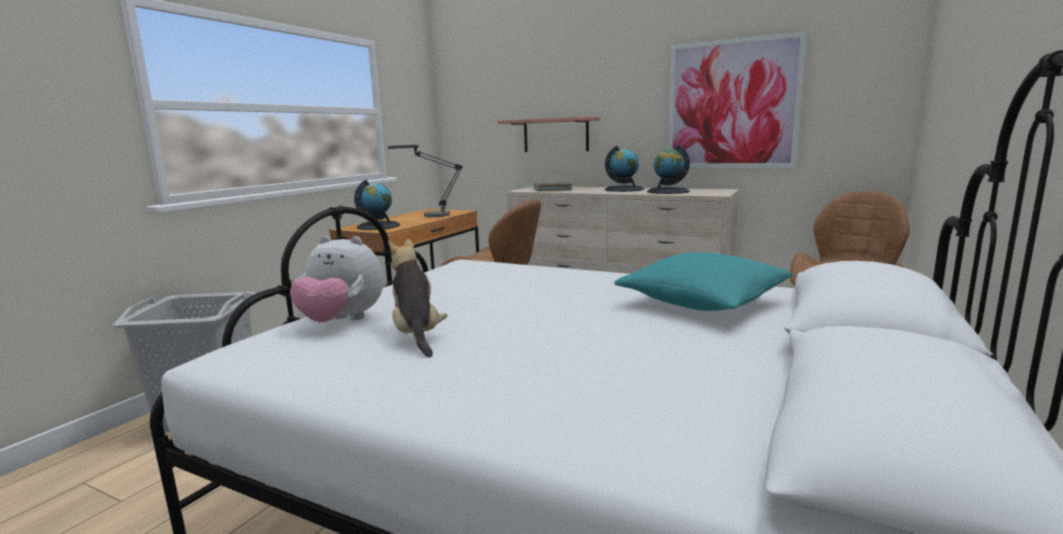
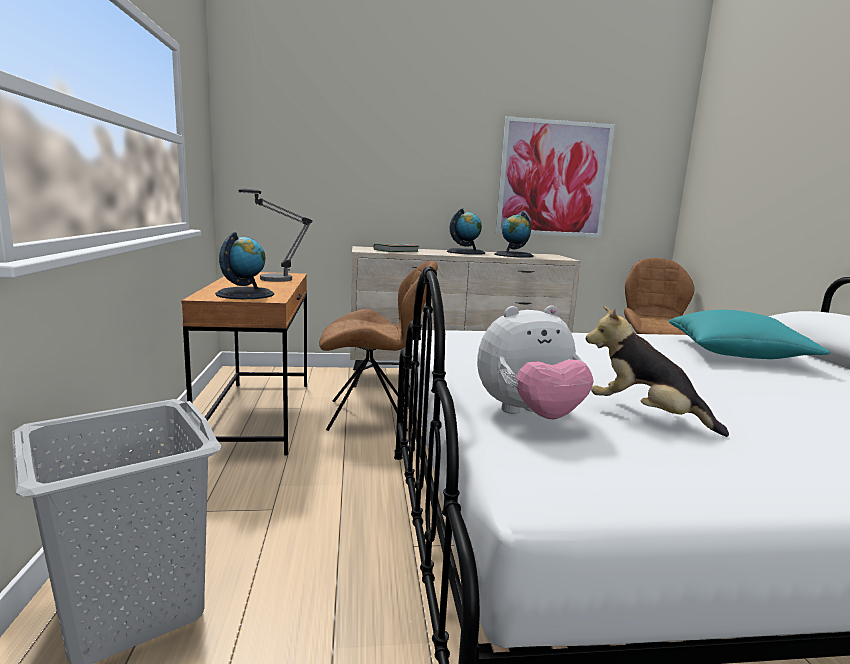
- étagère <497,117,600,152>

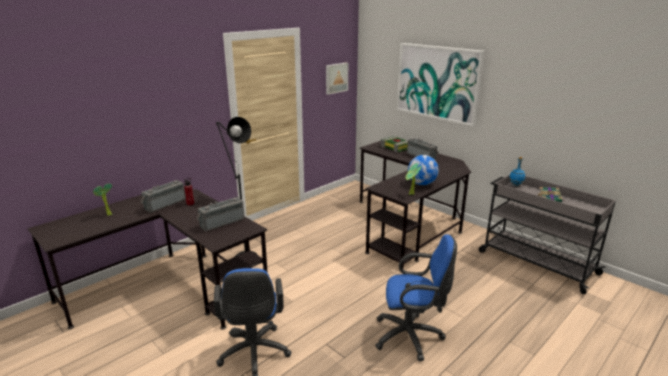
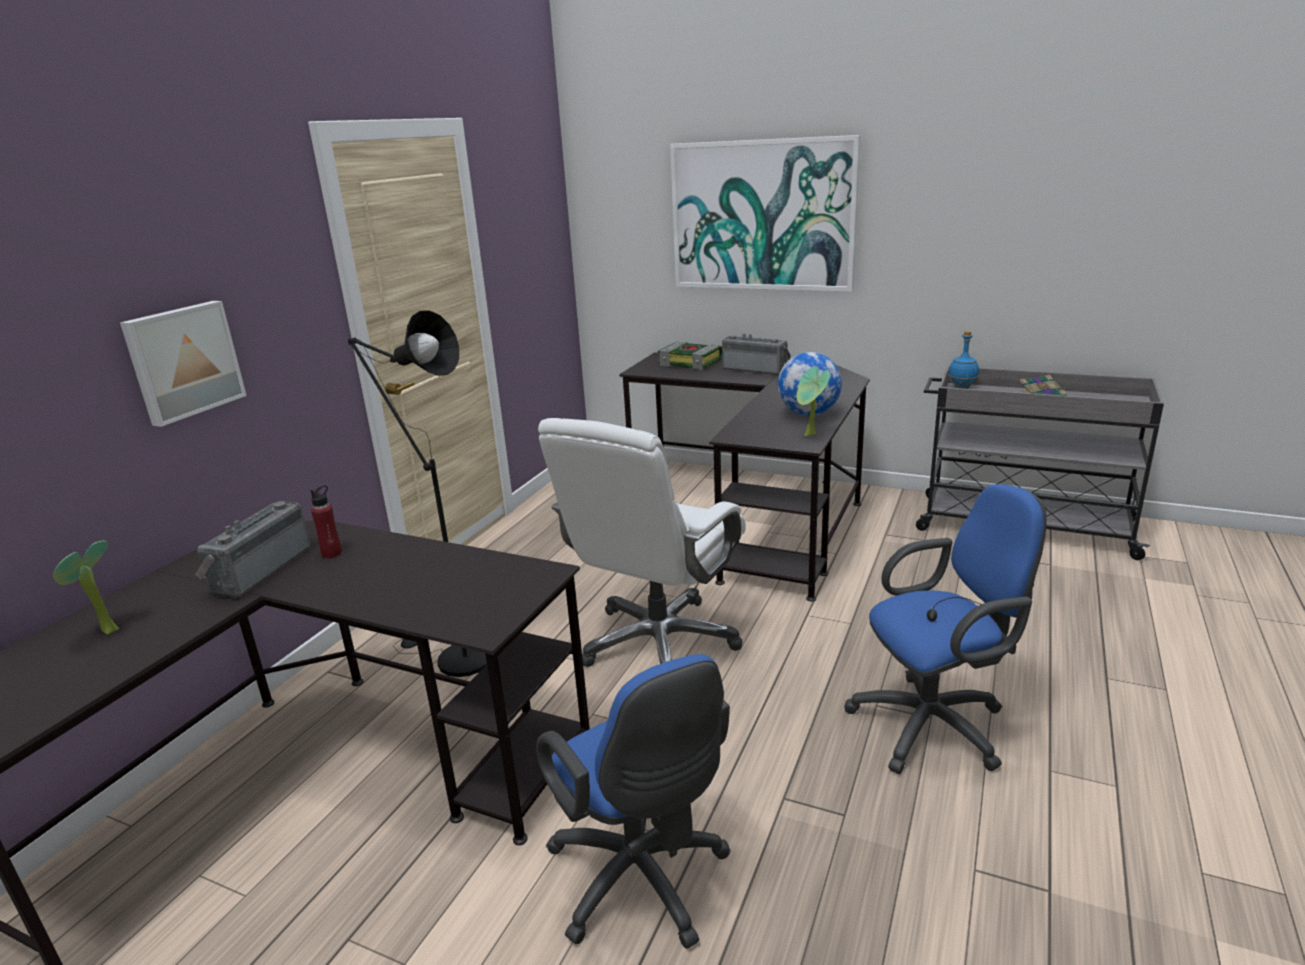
~ tableau <326,63,348,95> to <120,301,247,427>
- radio <196,197,245,231>
+ chaise de bureau/blanc <538,418,746,667>

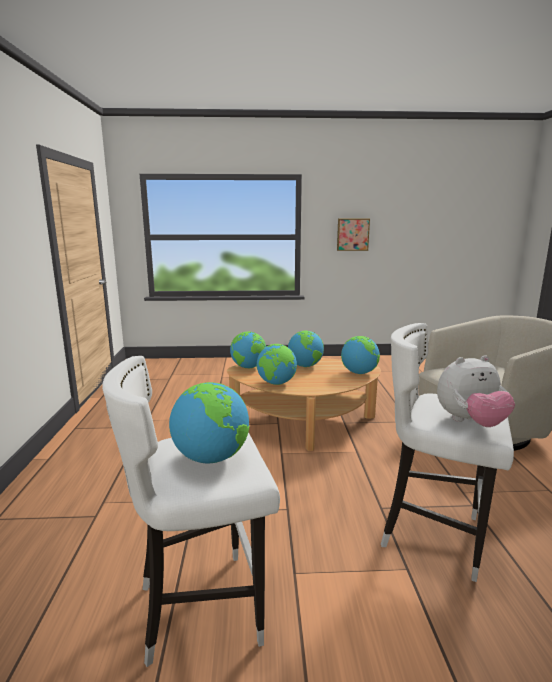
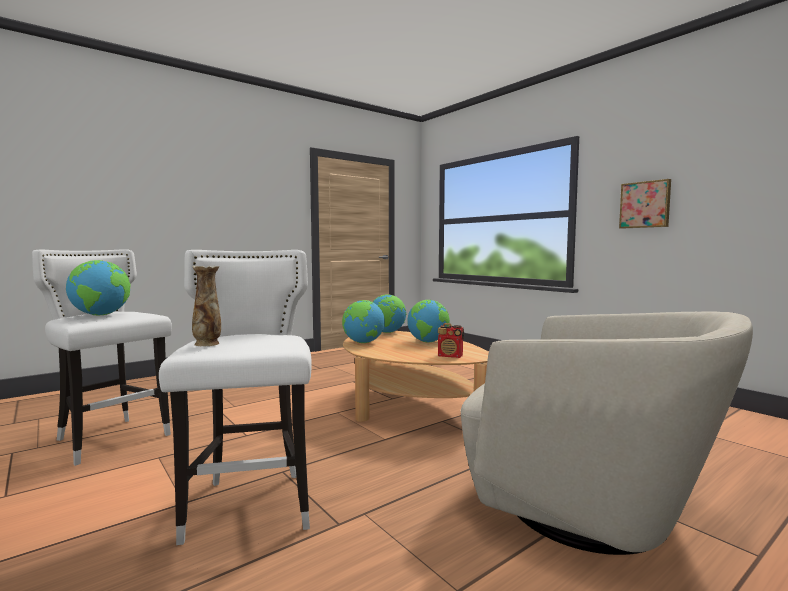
~ globe <341,336,380,374> to radio <438,323,464,358>
~ peluche <437,355,515,427> to vase <192,266,221,346>

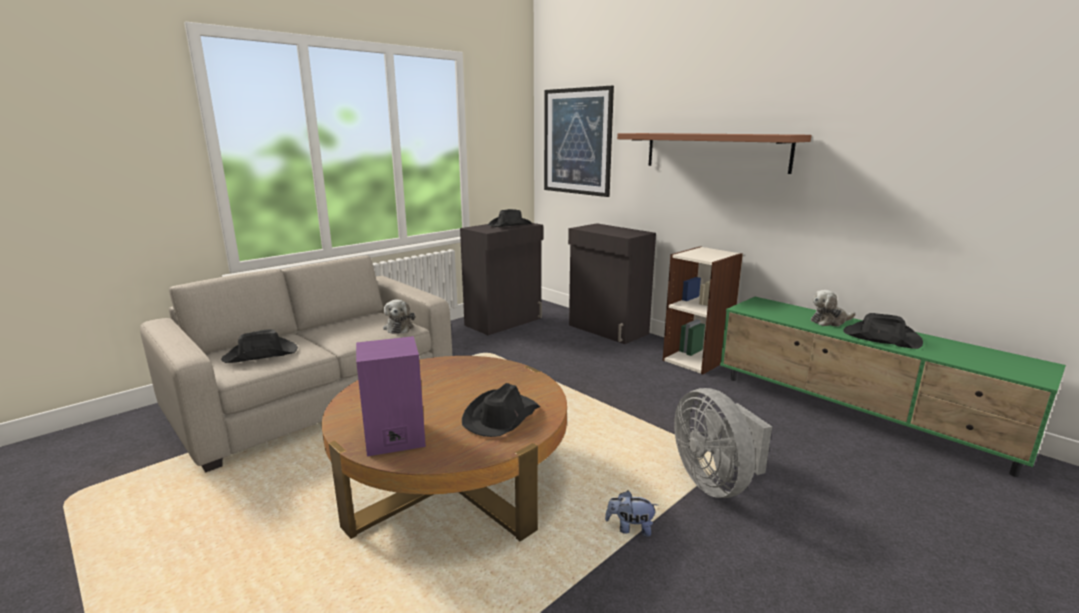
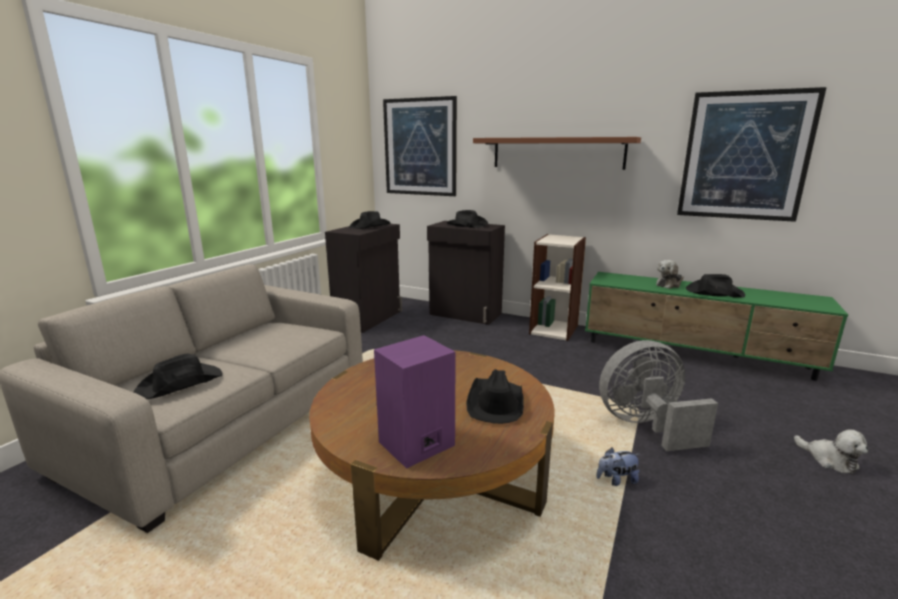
~ peluche <383,299,415,334> to <794,429,868,474>
~ ventilateur/gris <674,388,772,498> = <599,340,718,451> 120 degrees clockwise
+ tableau <677,87,827,222>
+ chapeau/noir <447,210,488,228>

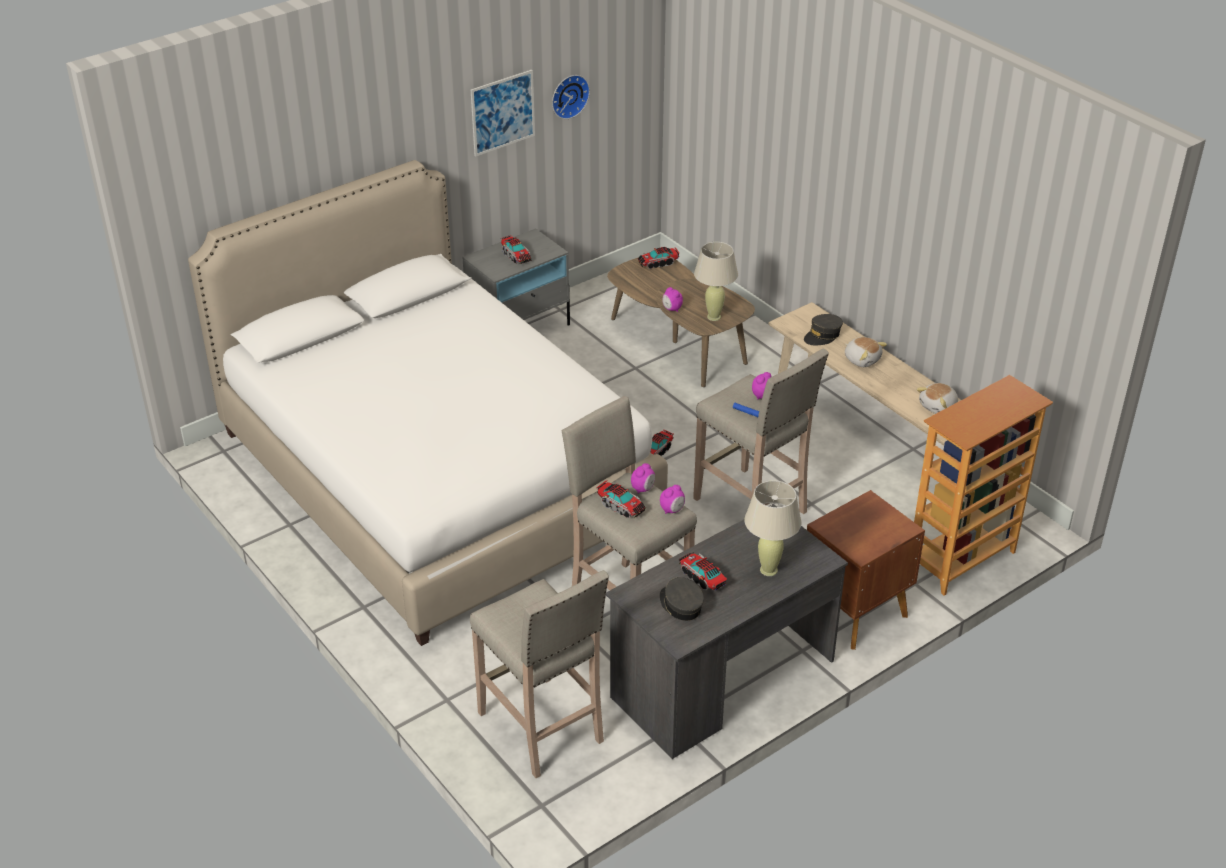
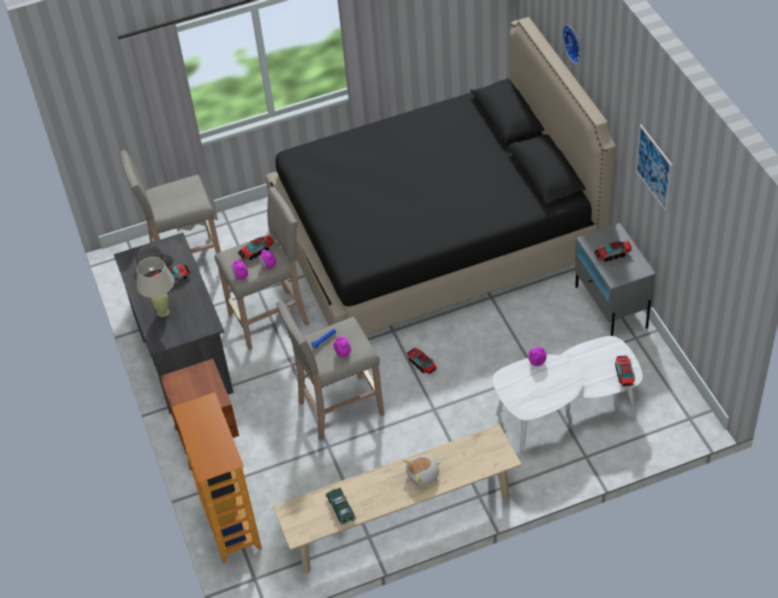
~ horloge murale <552,75,590,119> to <562,25,581,64>
~ lit/blanc <188,160,668,646> to lit/noir <266,17,616,334>
- lampe de table/beige <694,242,738,321>
~ table basse/marron <607,257,755,387> to table basse/blanc <493,336,642,452>
- casquette/gris <804,314,843,346>
~ peluche <916,383,958,414> to petite voiture <325,488,356,525>

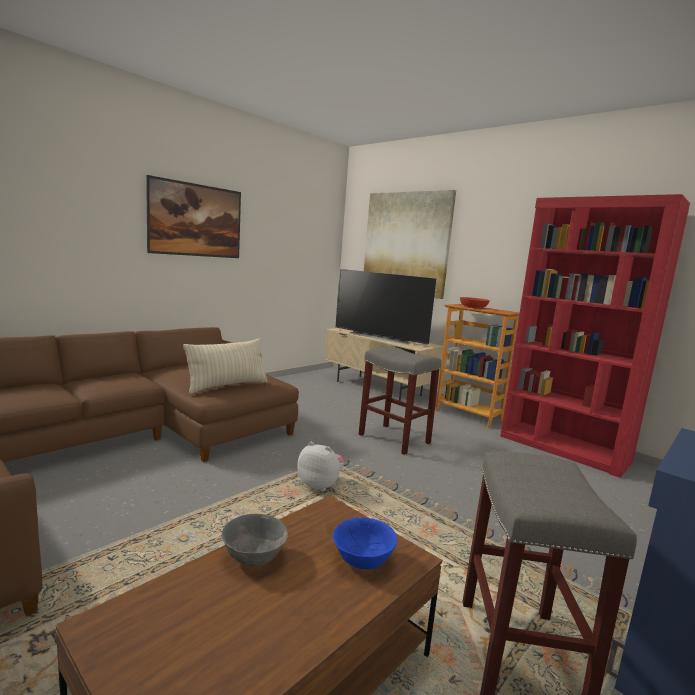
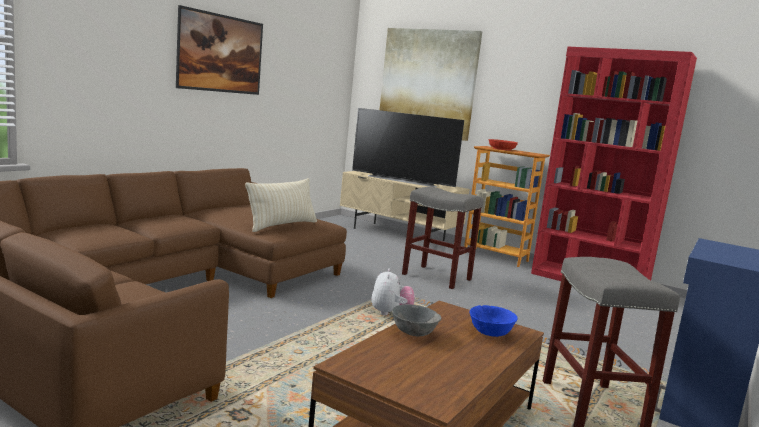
~ peluche <297,442,344,491> = <371,268,415,315> 75 degrees clockwise

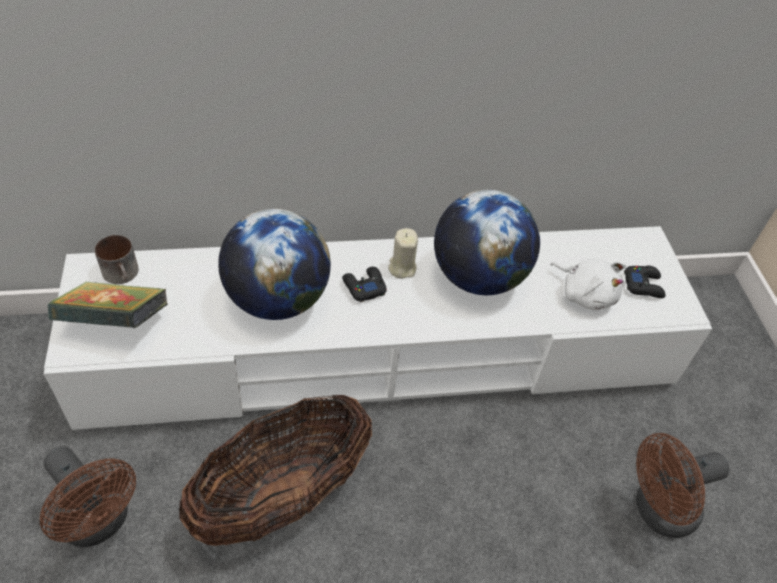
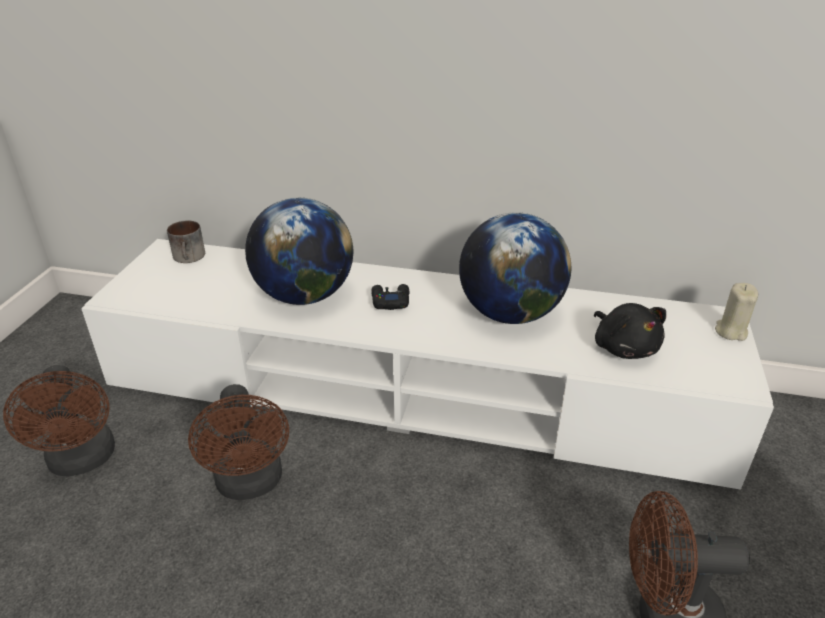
~ bougie/beige <388,228,418,279> to <715,283,758,341>
~ peluche/blanc <550,258,626,310> to peluche/noir <594,303,666,359>
- manette/noir <624,265,665,298>
- livre <48,282,168,328>
~ panier <179,395,372,546> to ventilateur/marron <188,384,289,500>

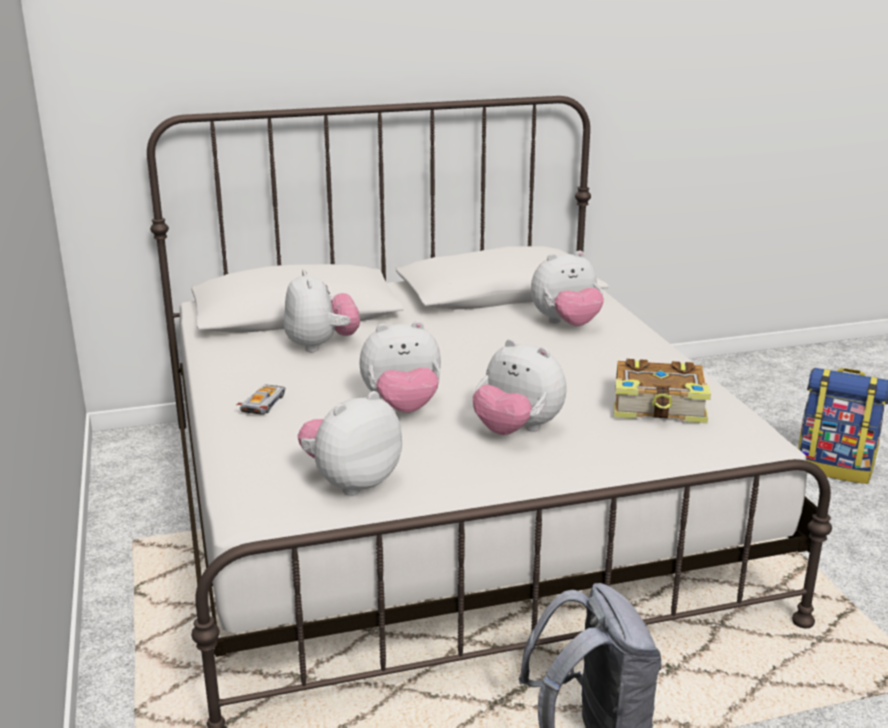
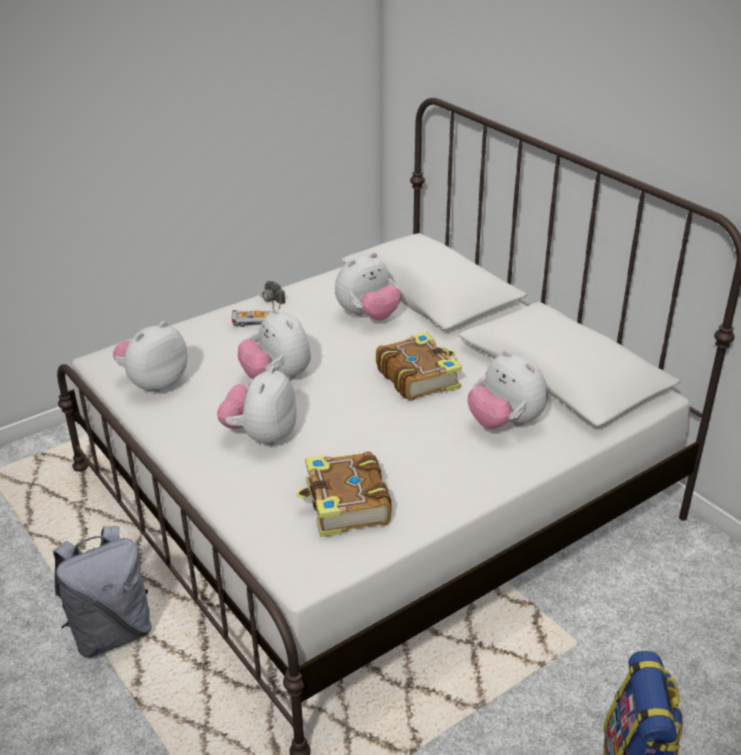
~ peluche <298,391,402,496> = <113,321,188,394> 75 degrees counterclockwise
+ appareil photo <260,281,285,310>
+ livre <376,332,462,401>

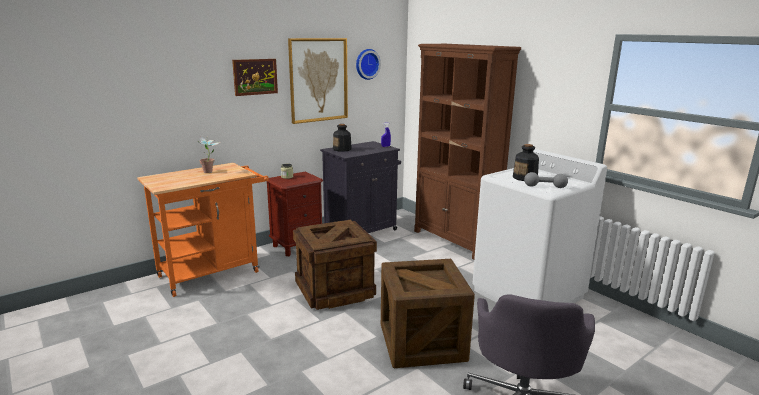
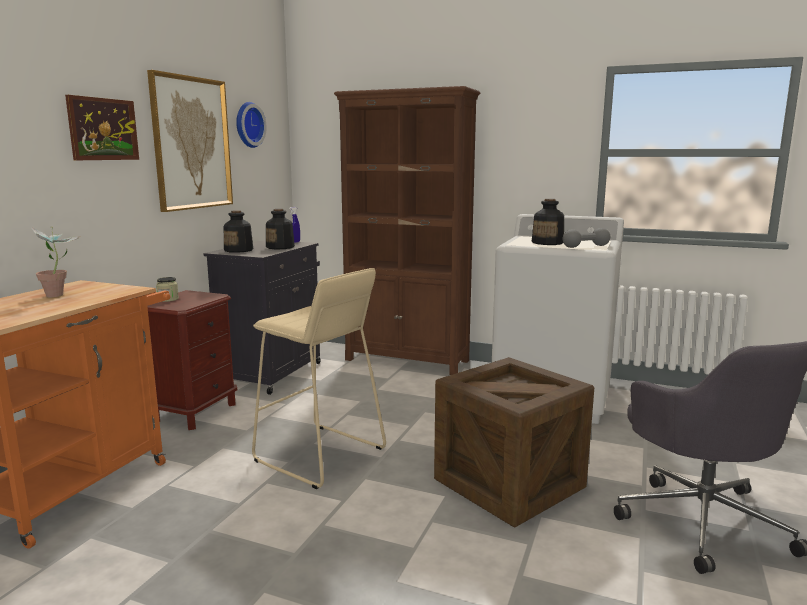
~ caisse <293,220,377,310> to tabouret/beige <252,268,386,489>
+ bouteille <266,209,295,249>

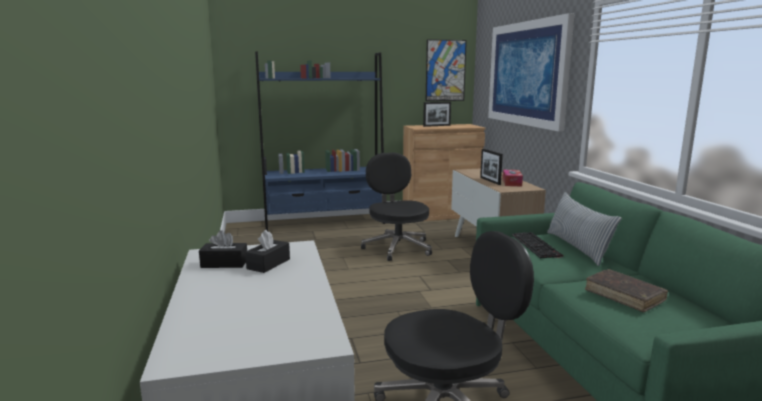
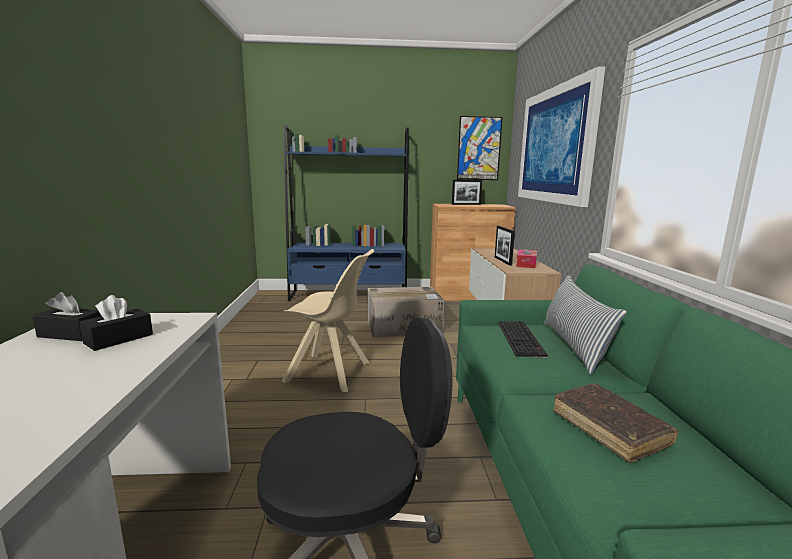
~ chaise de bureau/noir <361,152,432,261> to carton <368,287,444,337>
+ chaise/beige <282,249,374,392>

